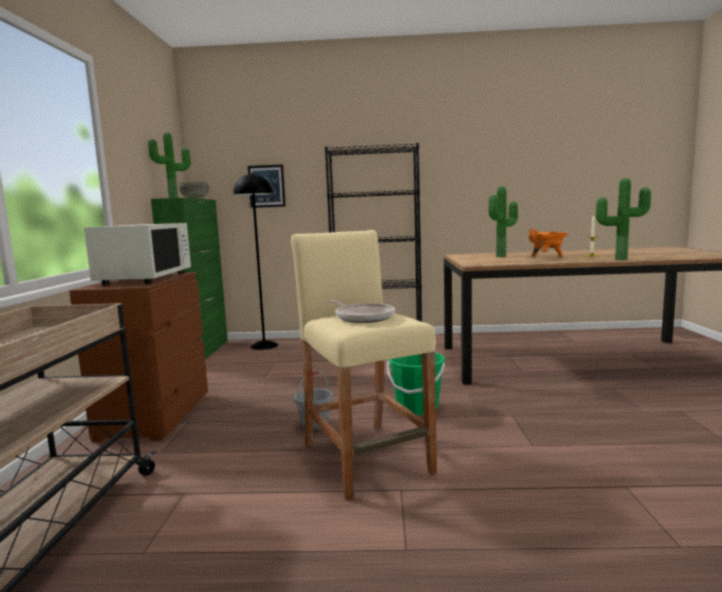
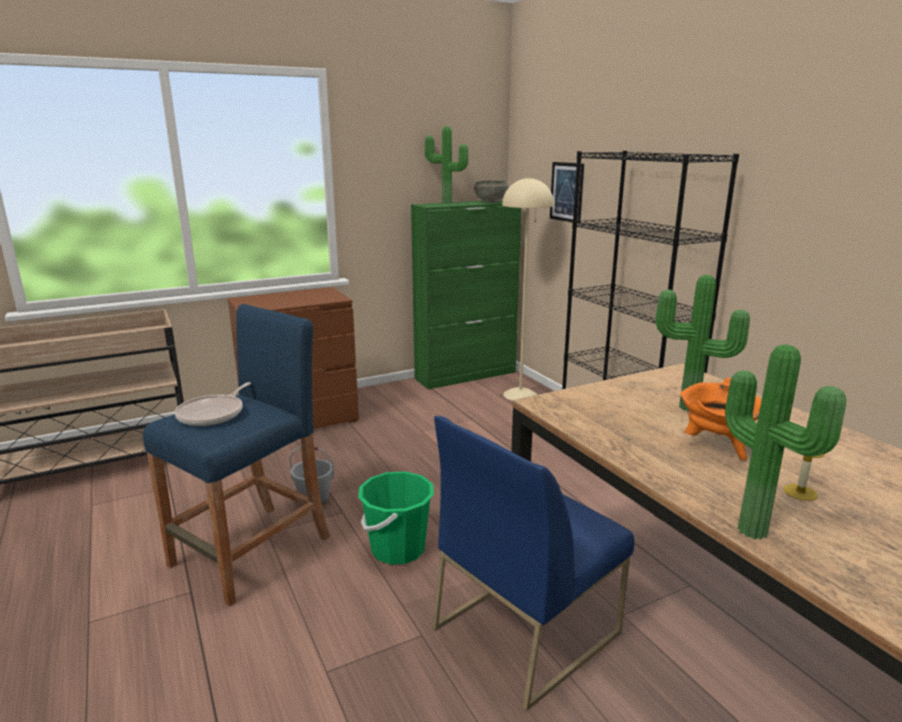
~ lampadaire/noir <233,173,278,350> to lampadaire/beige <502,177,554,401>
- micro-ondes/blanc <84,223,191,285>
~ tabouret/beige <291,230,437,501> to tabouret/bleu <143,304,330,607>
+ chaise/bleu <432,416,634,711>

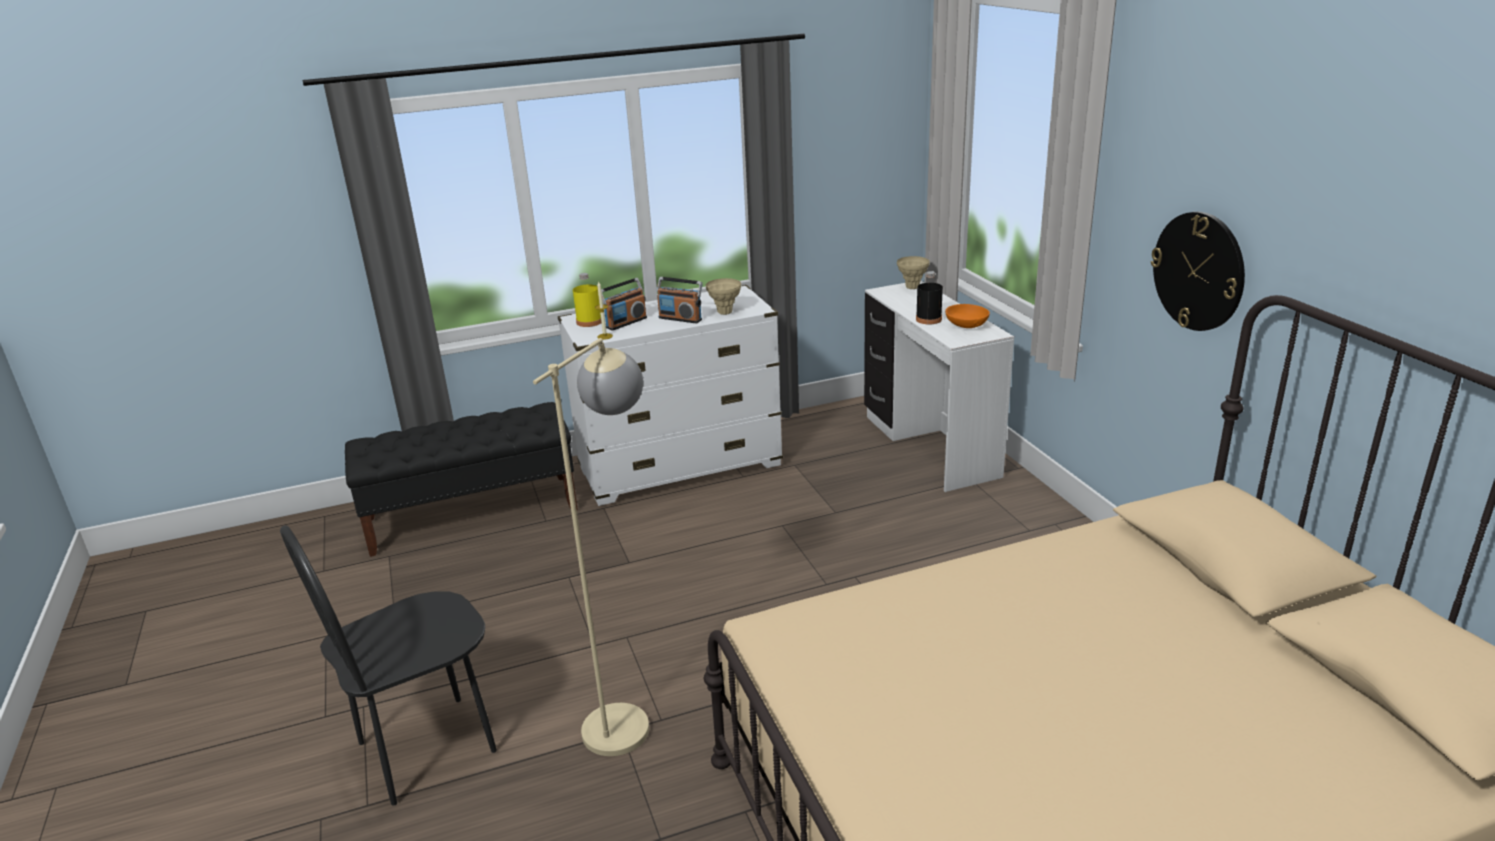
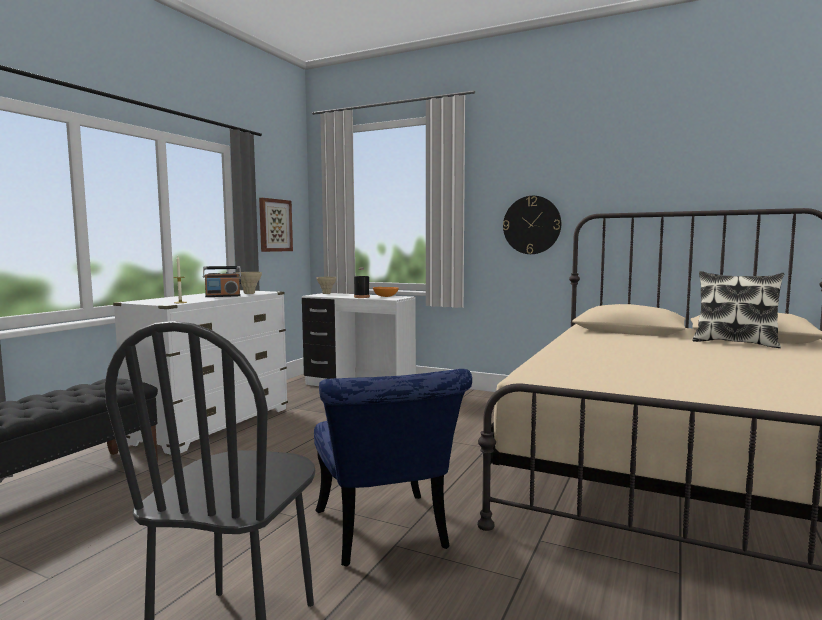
- bouteille/jaune <573,273,601,327>
- radio <601,278,647,331>
~ lampadaire/beige <533,338,649,756> to chaise/bleu <314,369,472,566>
+ tableau <259,198,293,252>
+ coussin <692,271,784,348>

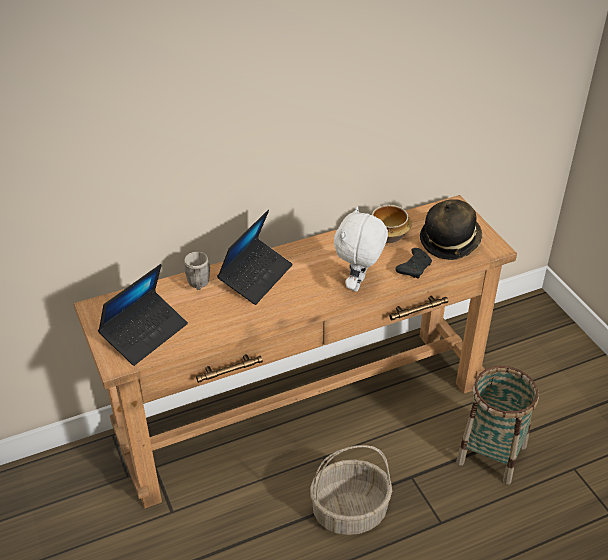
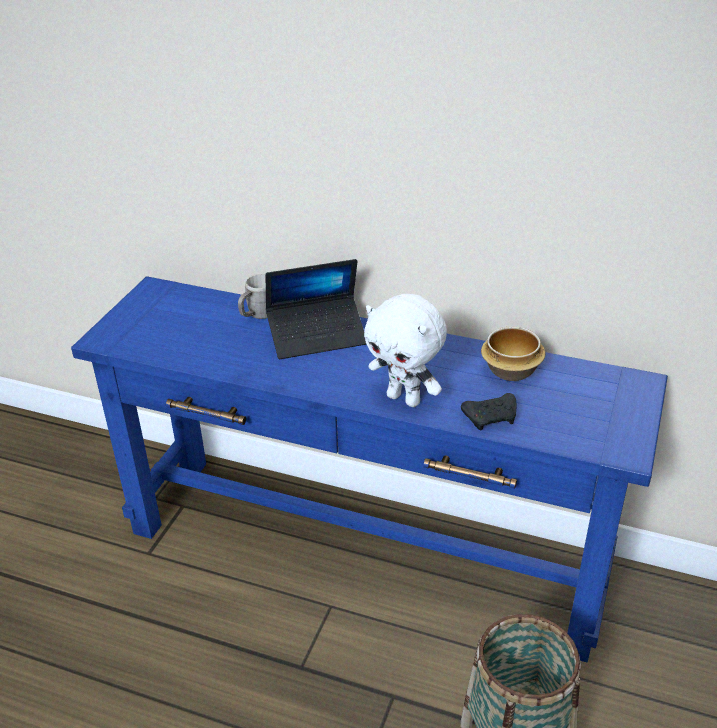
~ table console/marron <74,195,517,508> to table console/bleu <71,276,668,662>
- chapeau <420,199,482,260>
~ peluche/blanc <334,206,388,292> = <364,294,447,407> 120 degrees counterclockwise
- ordinateur portable <98,264,188,366>
- panier <310,445,392,535>

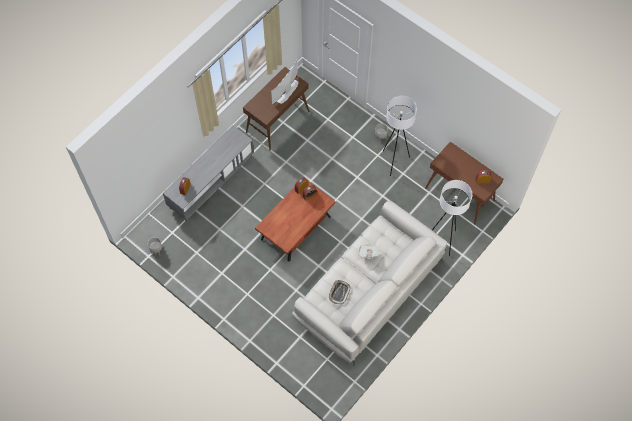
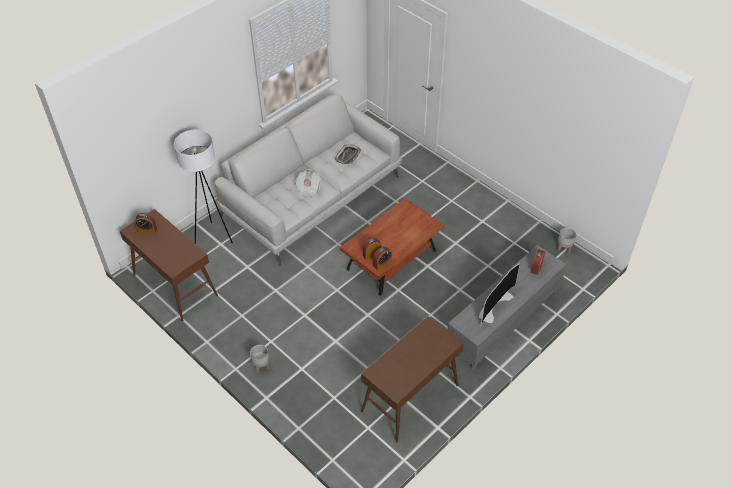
~ téléviseur <271,60,298,105> to <479,263,520,325>
- lampadaire/blanc <383,96,417,176>

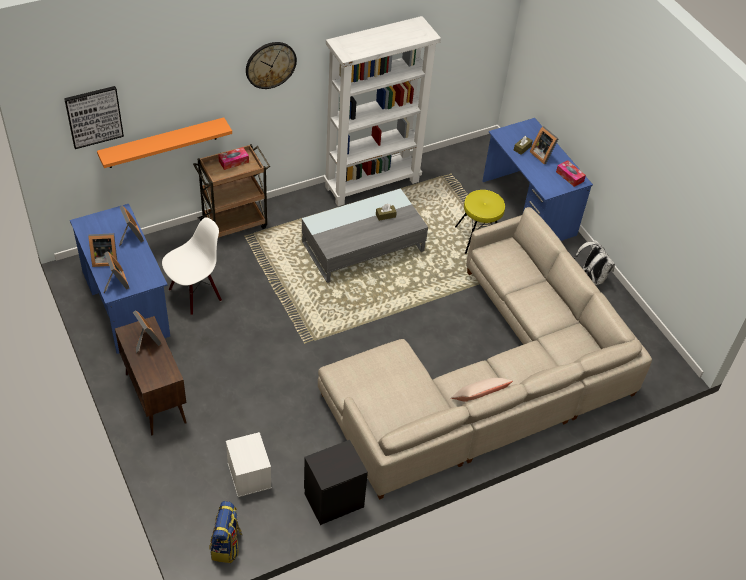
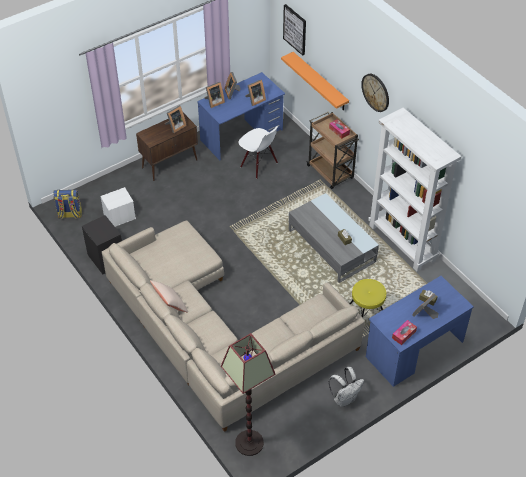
+ lampadaire <221,333,276,456>

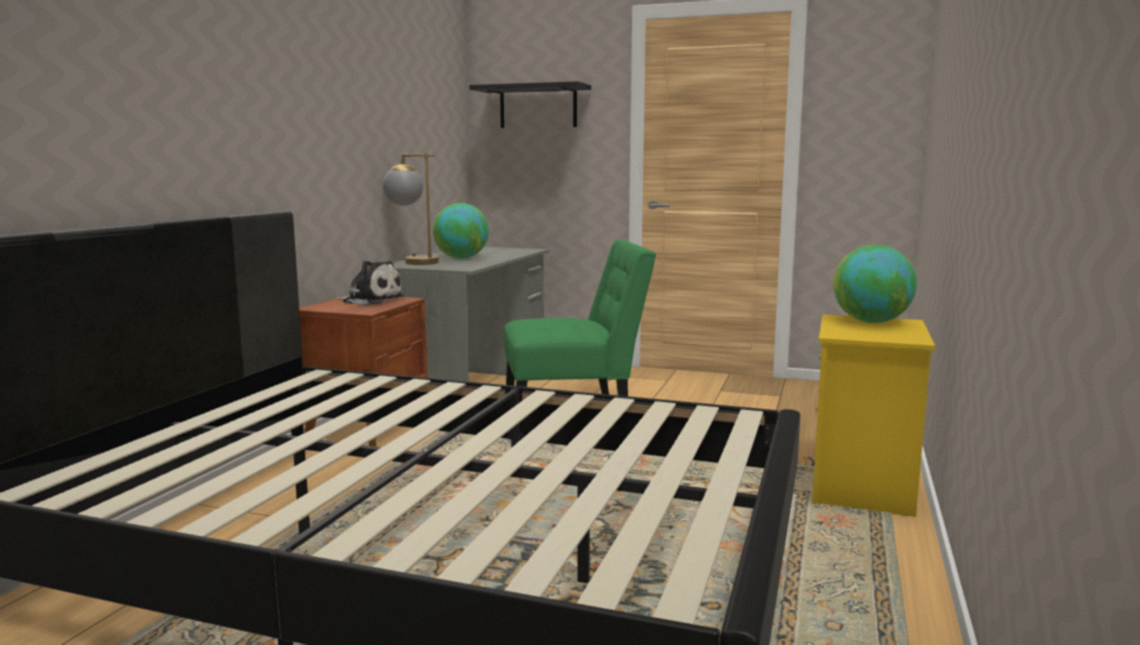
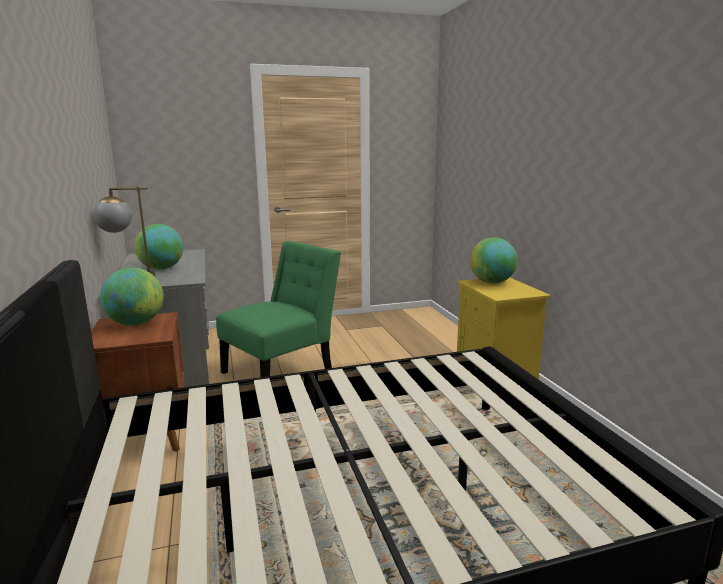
- étagère/noir <470,81,591,128>
~ peluche <335,260,404,305> to globe <100,268,164,326>

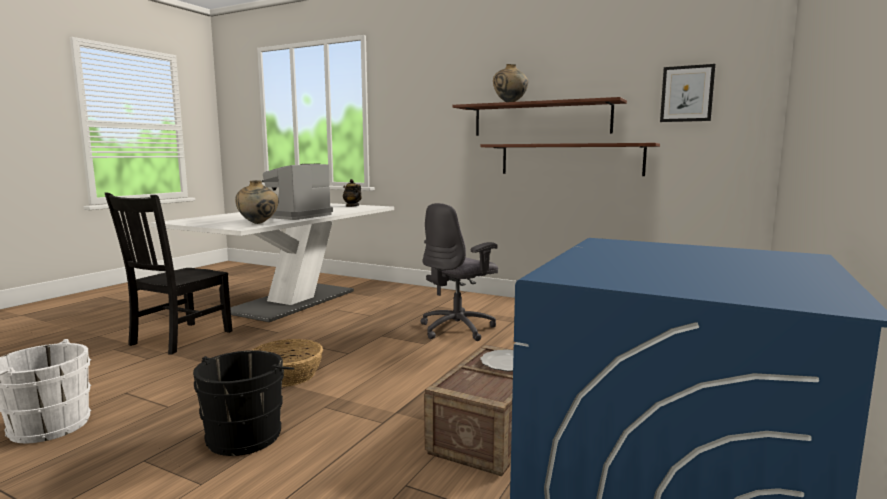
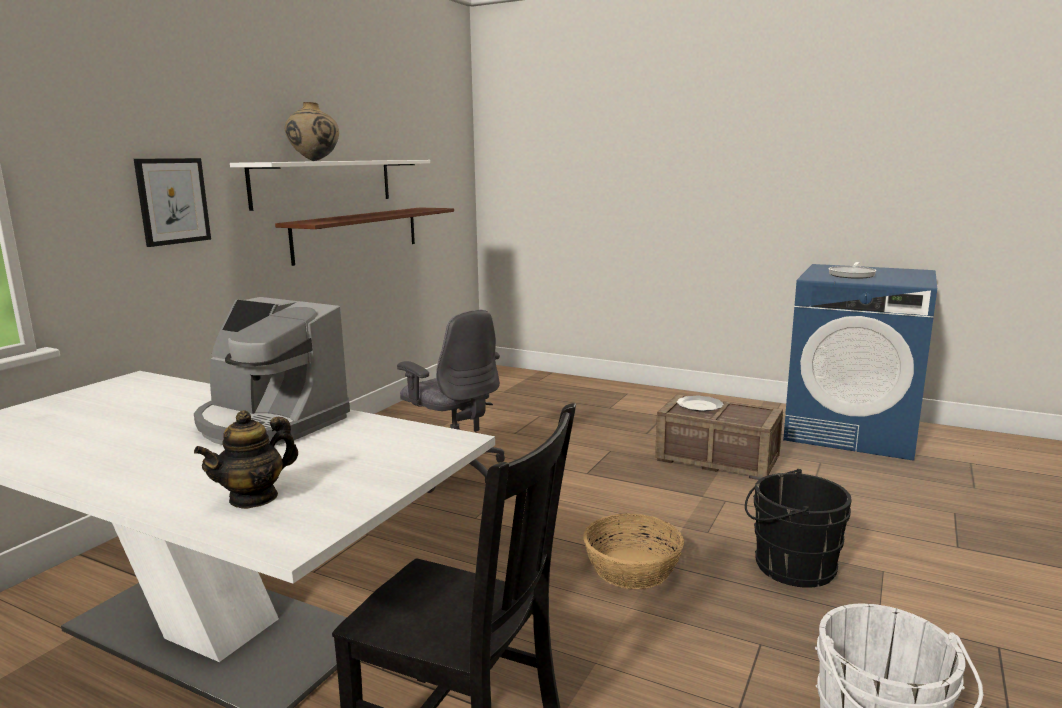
~ tableau <660,64,716,122> to <134,158,211,247>
~ étagère/marron <452,97,627,136> to étagère/blanc <230,160,430,211>
~ théière <343,179,362,207> to <194,410,298,509>
- vase/beige <235,180,278,224>
+ poêle <829,262,876,279>

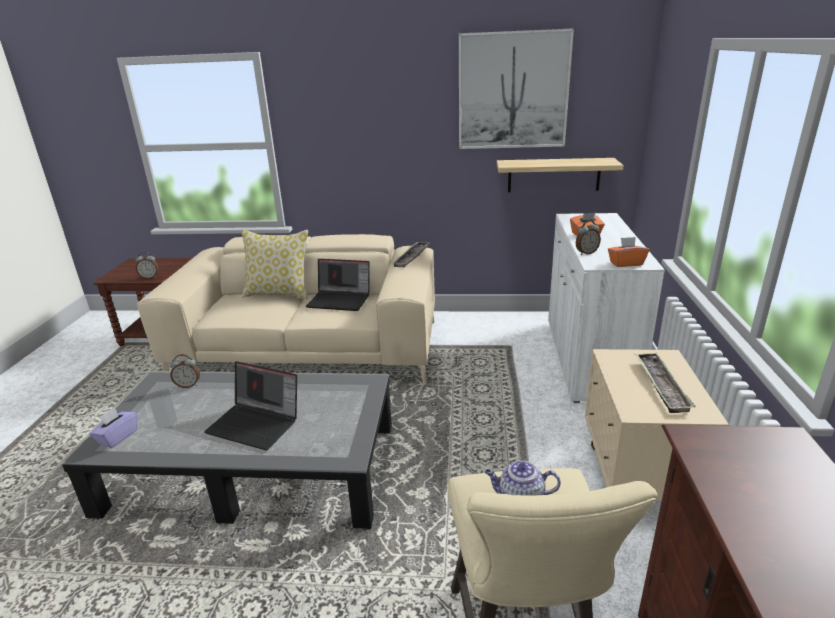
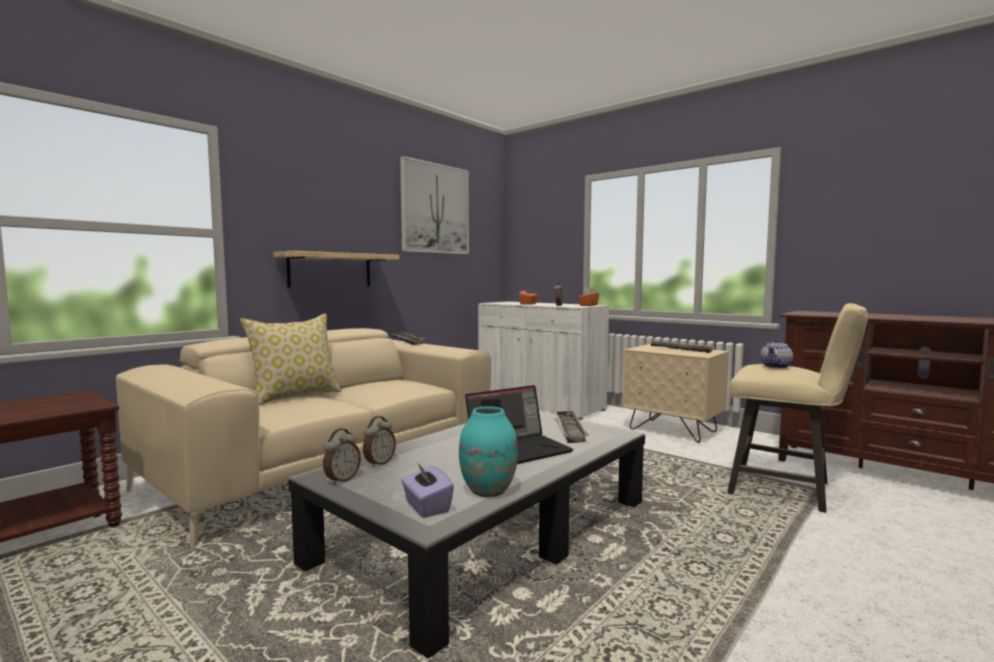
~ étagère <497,158,624,192> to <273,251,399,288>
~ réveil <136,252,159,279> to <323,429,361,485>
- ordinateur portable <306,259,369,311>
+ vase/turquoise <459,406,518,497>
+ plateau <554,410,589,443>

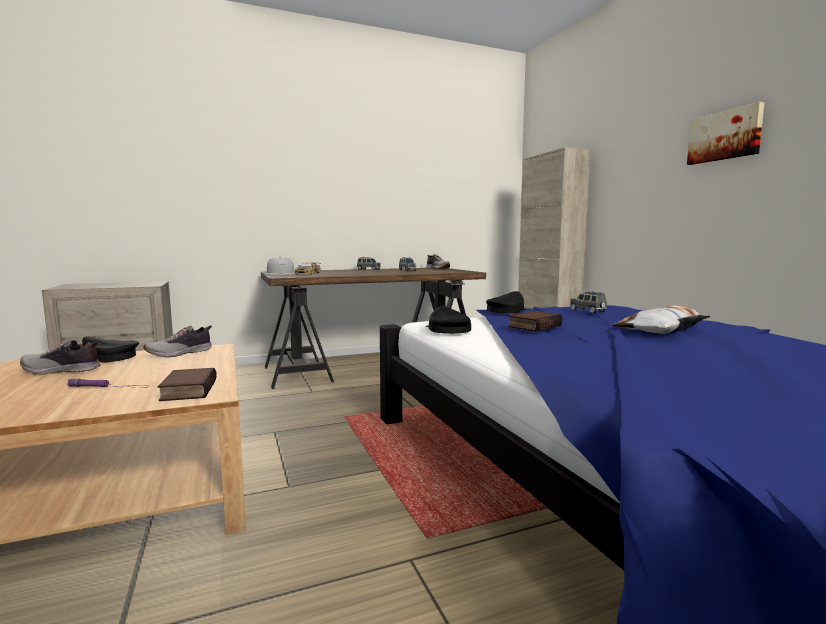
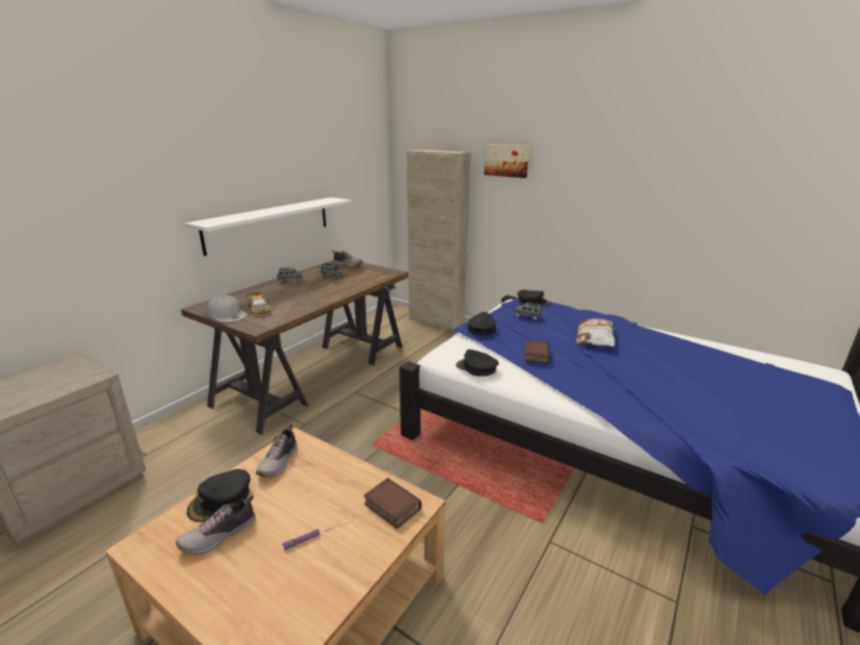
~ tableau <687,102,764,165> to <484,144,530,178>
+ étagère/blanc <184,197,351,256>
+ casquette/noir <517,290,550,307>

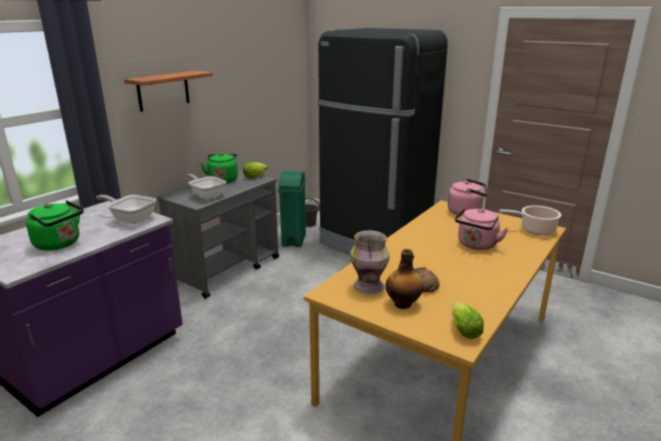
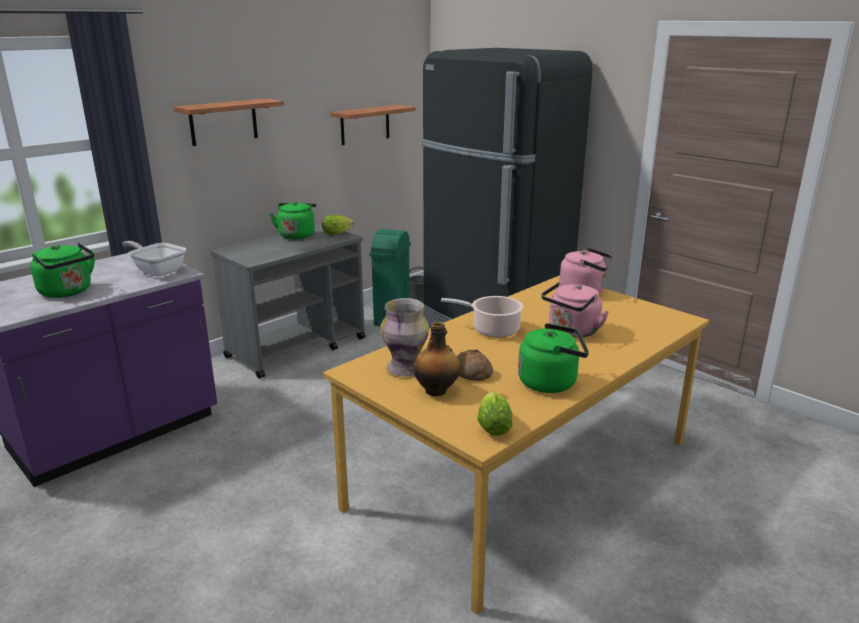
- poêle <186,174,226,199>
~ marmite <499,206,561,236> to <441,296,524,338>
+ étagère <330,105,416,145>
+ bouilloire/vert <518,323,589,393>

